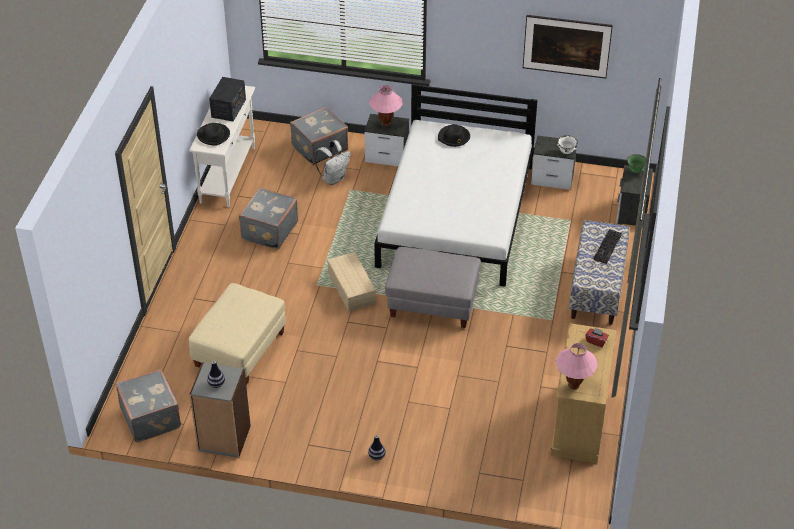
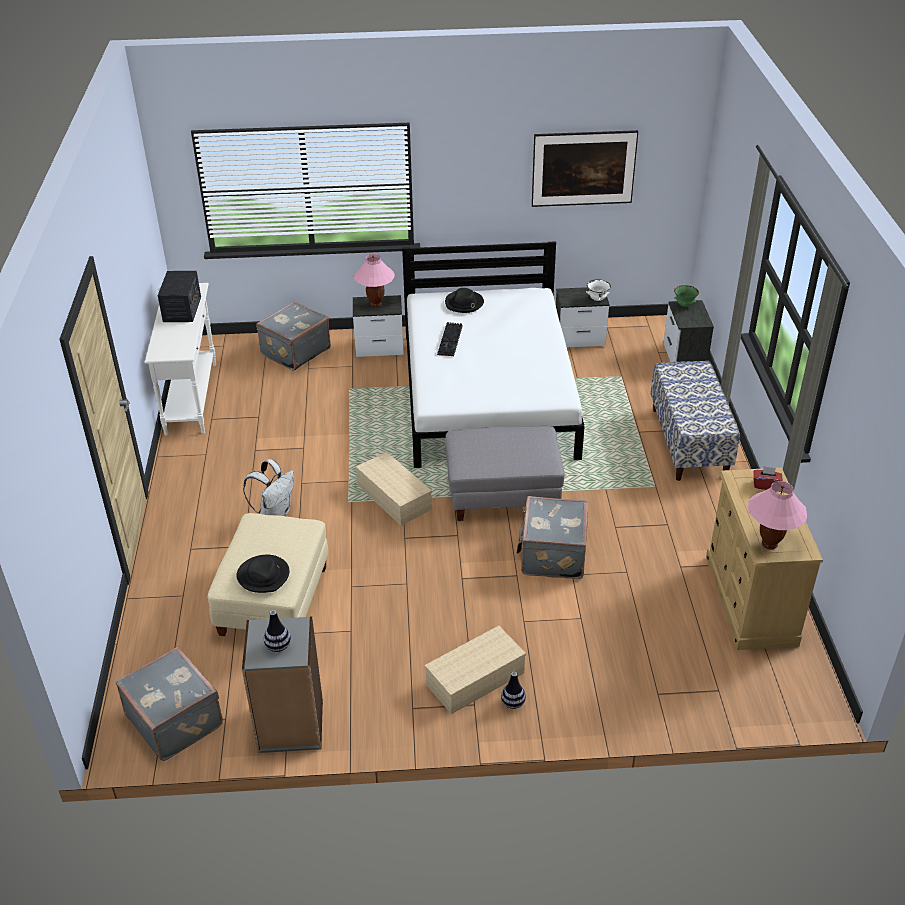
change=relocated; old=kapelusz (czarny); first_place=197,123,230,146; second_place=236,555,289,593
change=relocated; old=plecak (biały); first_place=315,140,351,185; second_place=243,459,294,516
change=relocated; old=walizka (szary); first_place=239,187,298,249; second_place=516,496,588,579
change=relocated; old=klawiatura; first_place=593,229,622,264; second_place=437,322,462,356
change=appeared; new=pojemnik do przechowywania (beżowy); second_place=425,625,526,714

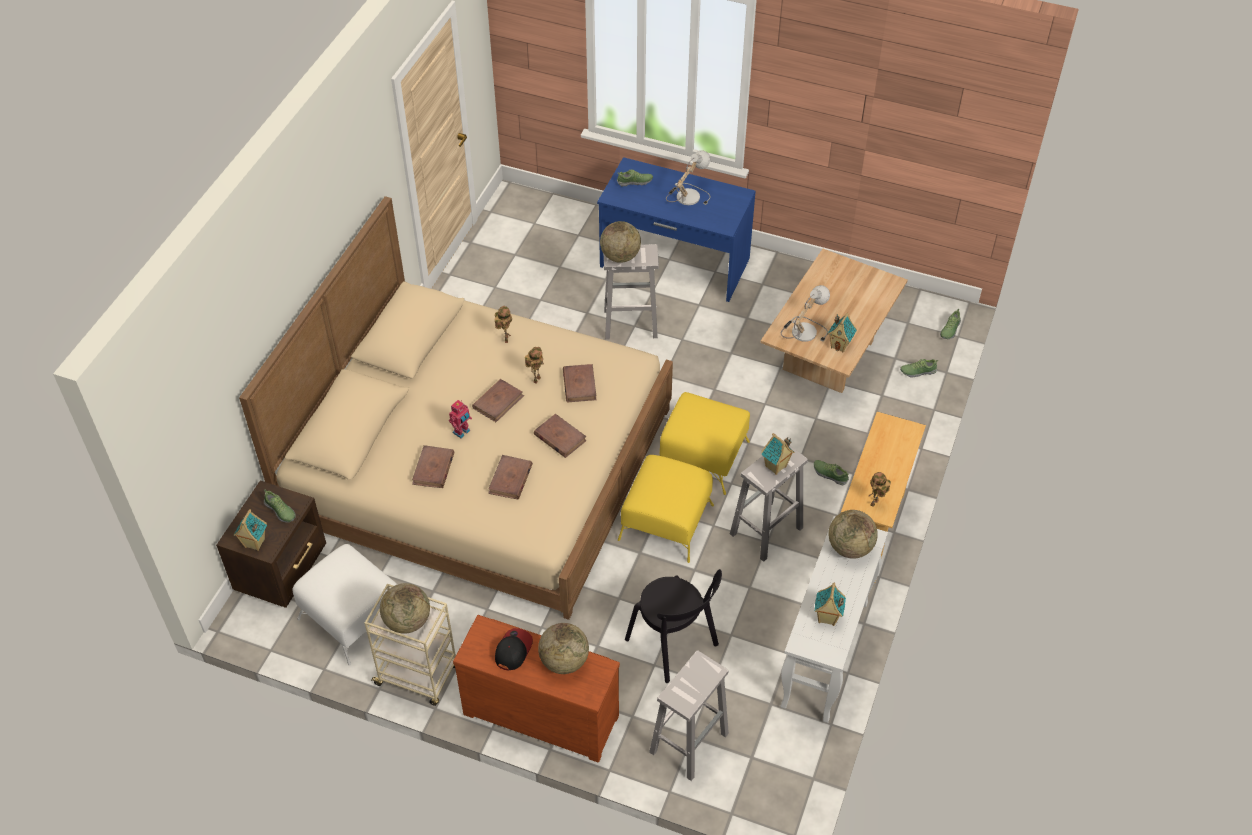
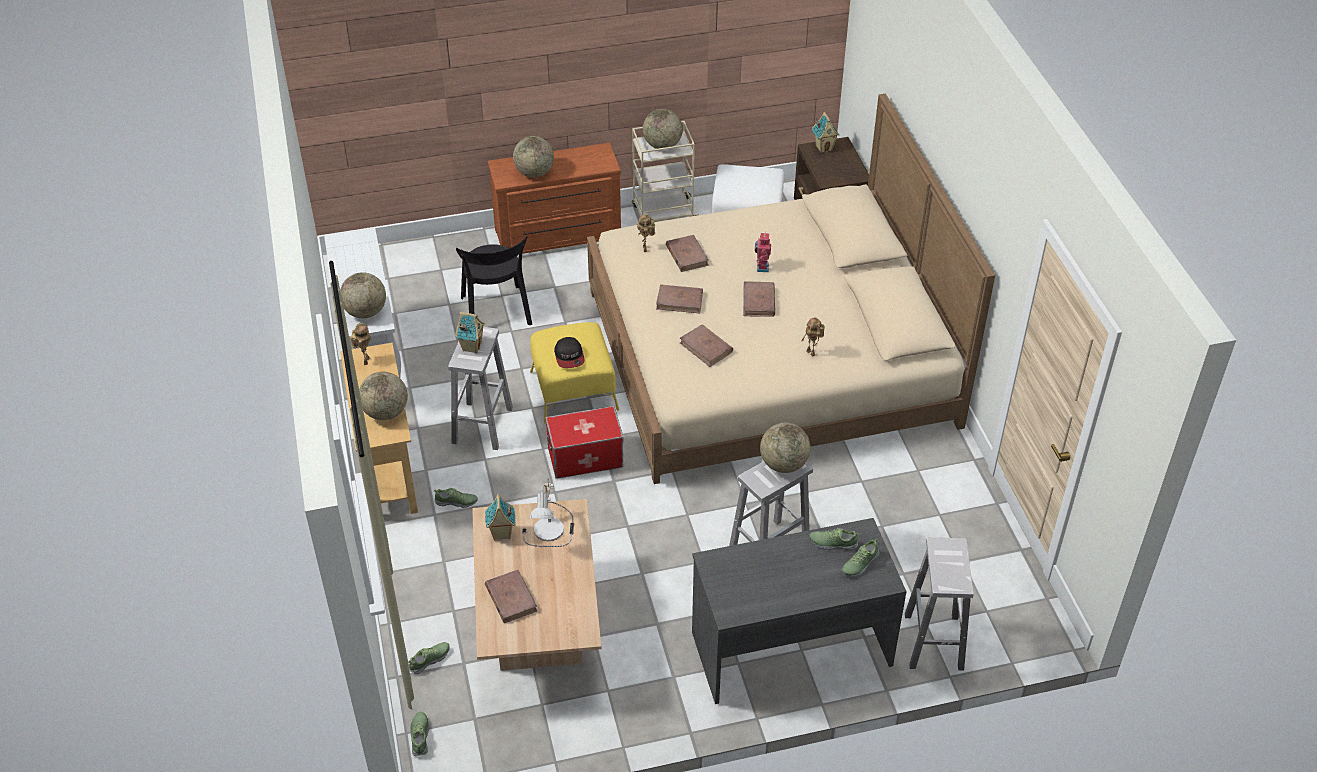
change=missing; old=lampa stołowa; first_place=666,151,710,205
change=colour; old=biurko (niebieski); new=biurko (szary); first_place=597,157,756,302; second_place=692,518,907,704
change=relocated; old=robot zabawkowy; first_place=525,347,544,384; second_place=637,214,655,252
change=exchanged; old=pufa (żółty); new=pojemnik do przechowywania; first_place=660,392,750,495; second_place=545,406,623,479
change=relocated; old=książka (brązowy); first_place=412,445,455,488; second_place=485,570,537,623
change=relocated; old=but; first_place=264,489,296,523; second_place=809,528,859,551
change=spun; old=krzesło (czarny); first_place=625,569,722,683; second_place=456,236,532,325; degrees=-120
change=missing; old=domek; first_place=814,583,846,626
change=relocated; old=czapka z daszkiem; first_place=495,628,533,670; second_place=554,337,585,368
change=relocated; old=stołek (biały); first_place=649,650,729,781; second_place=905,537,974,670
change=appeared; new=globus; second_place=359,372,408,420

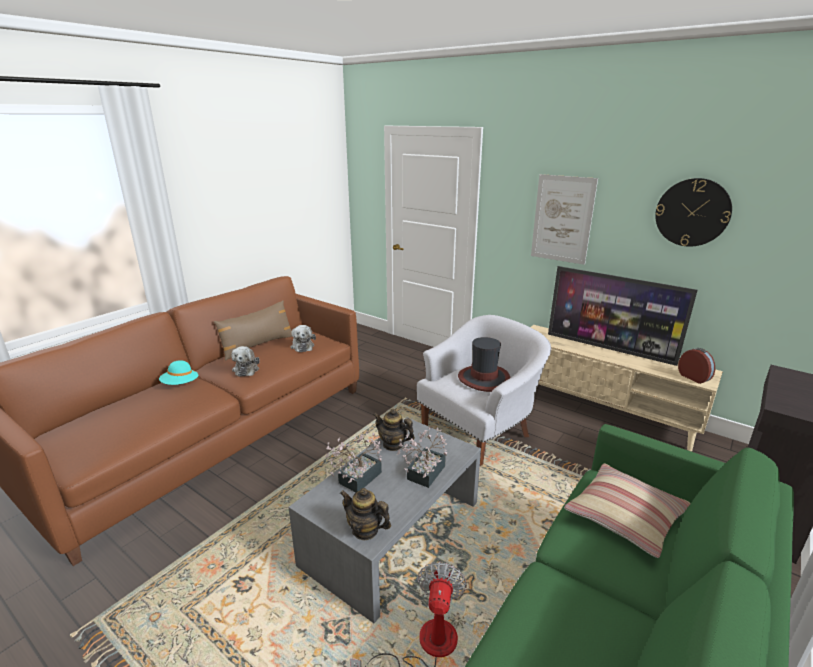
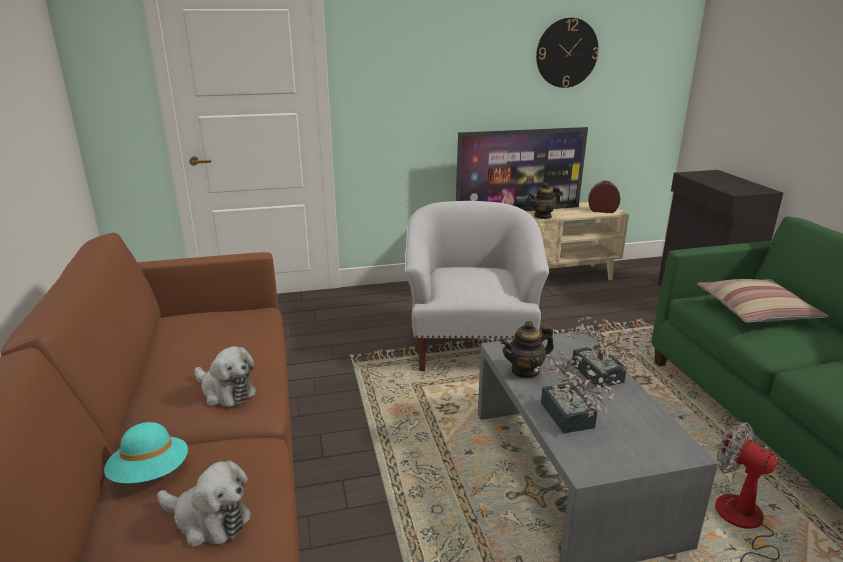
change=missing; old=obraz; first_place=531,174,598,265
change=missing; old=poduszka (brązowy); first_place=214,300,293,361
change=relocated; old=pluszak; first_place=290,325,316,352; second_place=157,460,252,547
change=missing; old=kapelusz; first_place=458,337,511,392
change=relocated; old=imbryk; first_place=340,488,391,540; second_place=528,182,561,219

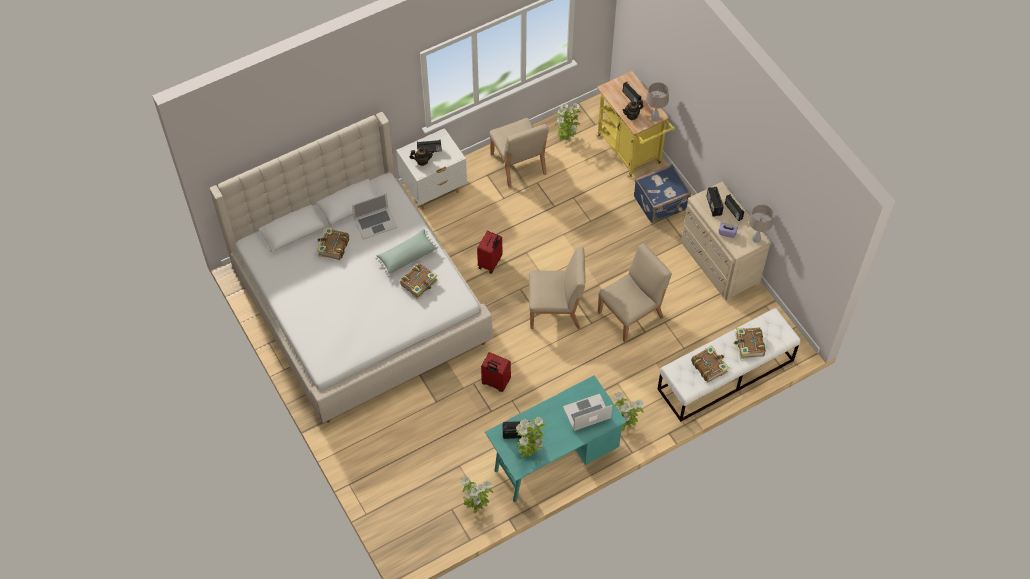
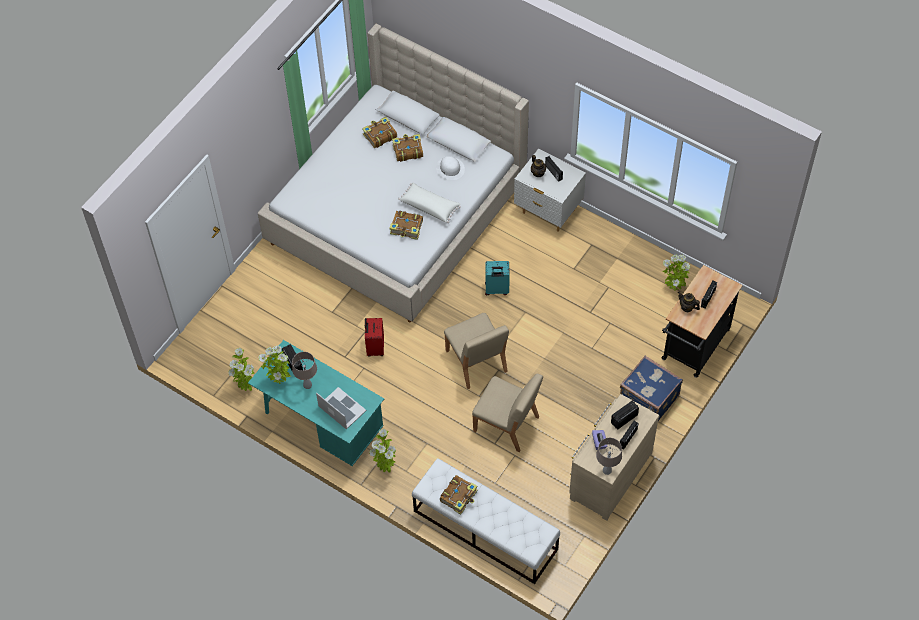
change=colour; old=wózek (żółty); new=wózek (czarny); first_place=596,71,675,178; second_place=661,265,743,378
change=relocated; old=lampa stołowa (beżowy); first_place=646,82,669,121; second_place=292,352,317,389
change=missing; old=krzesło (beżowy); first_place=489,118,549,188
change=exchanged; old=laptop; new=kapelusz (biały); first_place=352,193,398,240; second_place=436,156,465,180
change=colour; old=poduszka (zielony); new=poduszka (biały); first_place=375,229,438,275; second_place=398,182,461,223
change=colour; old=walizka (czerwony); new=walizka (turkusowy); first_place=477,231,502,274; second_place=485,261,510,295
change=relocated; old=książka; first_place=733,327,766,359; second_place=362,117,397,148

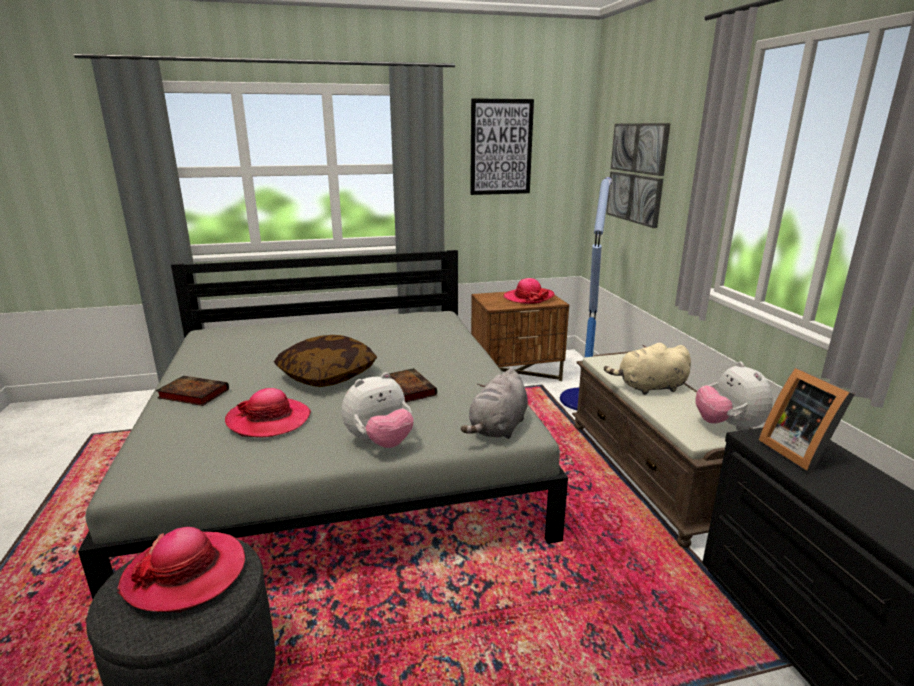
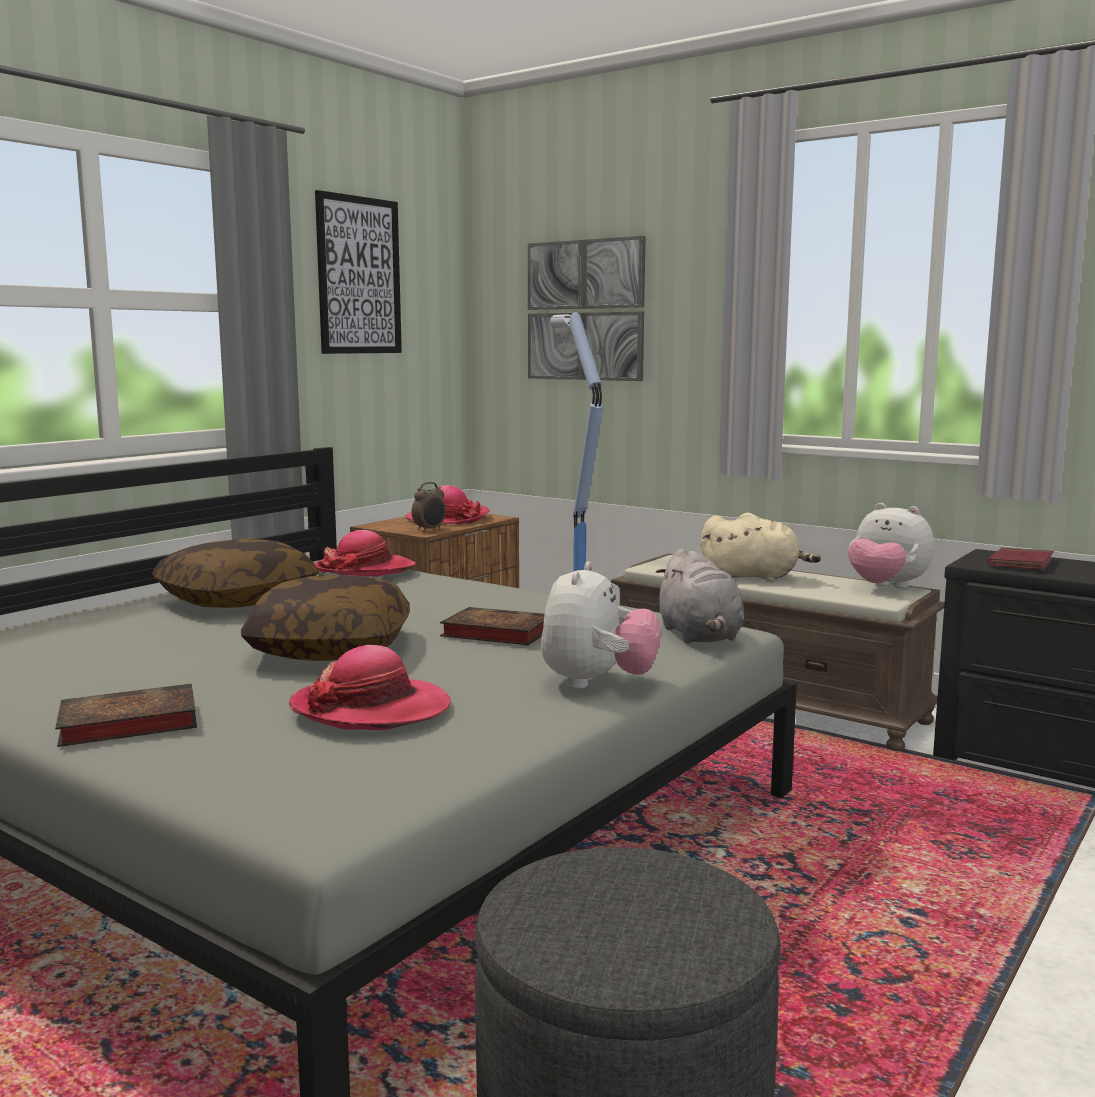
change=spun; old=pluszak (beżowy); first_place=604,343,691,395; second_place=701,513,821,582; degrees=-120
change=exchanged; old=ramka na zdjęcie; new=książka (czerwony); first_place=759,368,855,472; second_place=987,547,1054,570
change=relocated; old=kapelusz; first_place=117,527,245,612; second_place=314,530,416,577
change=appeared; new=budzik; second_place=412,482,446,532
change=appeared; new=poduszka; second_place=152,538,319,608

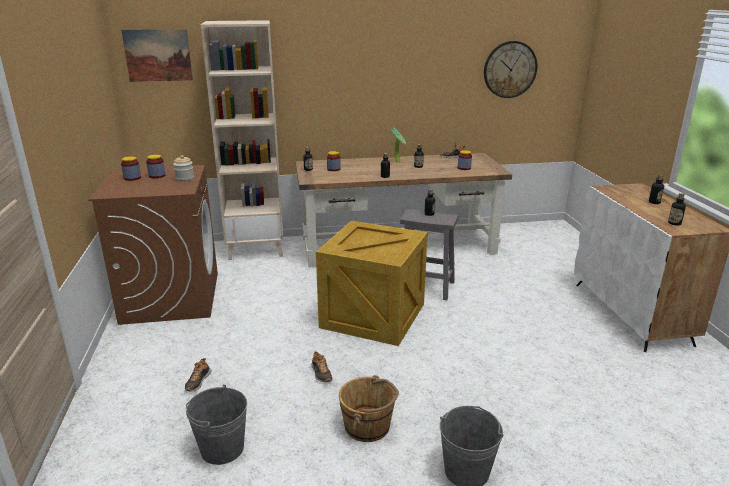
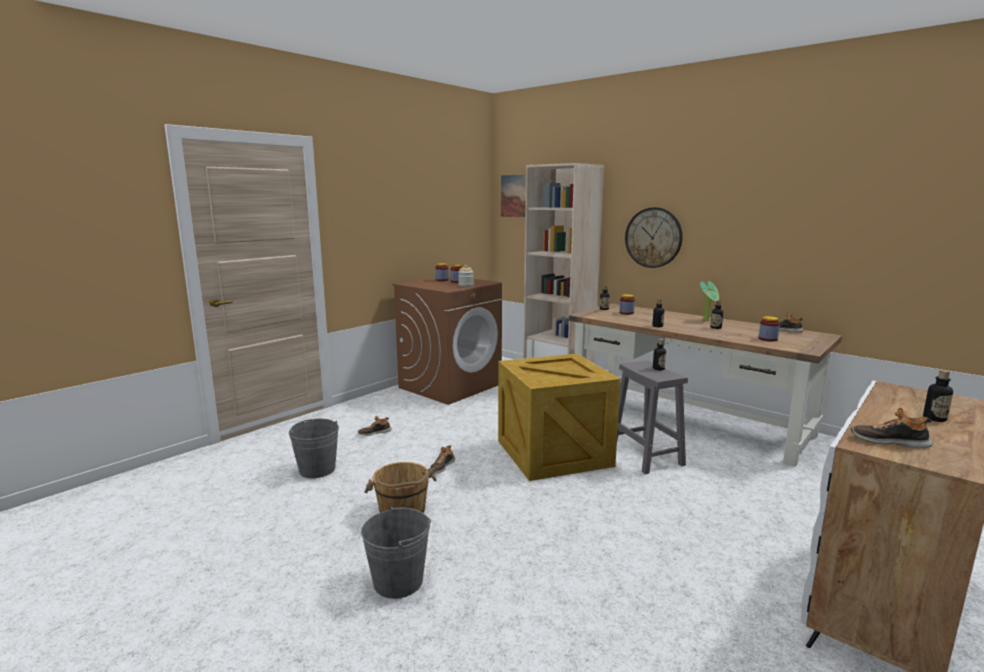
change=relocated; old=zegar ścienny; first_place=484,41,537,98; second_place=625,207,683,268
change=exchanged; old=butelka; new=but; first_place=668,193,686,226; second_place=851,408,933,448

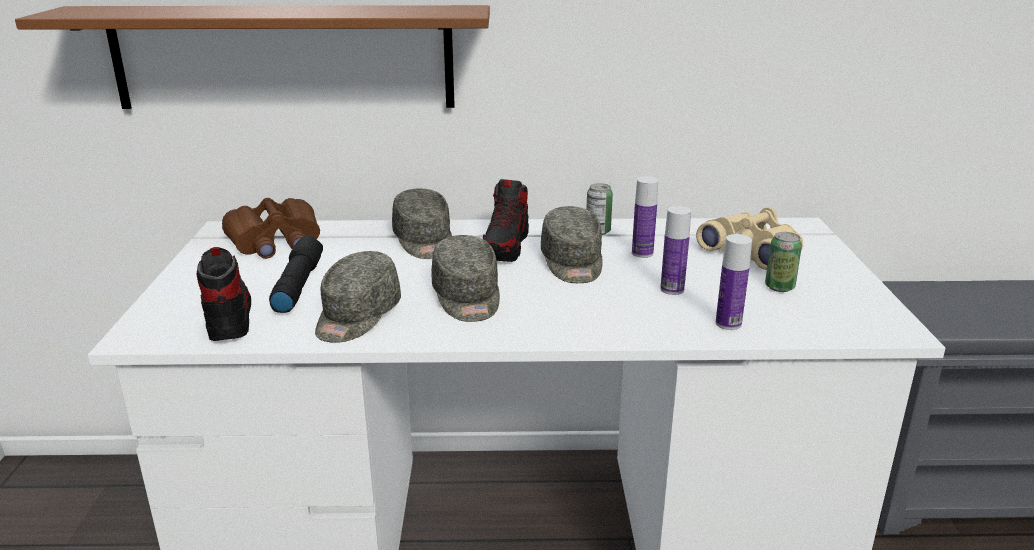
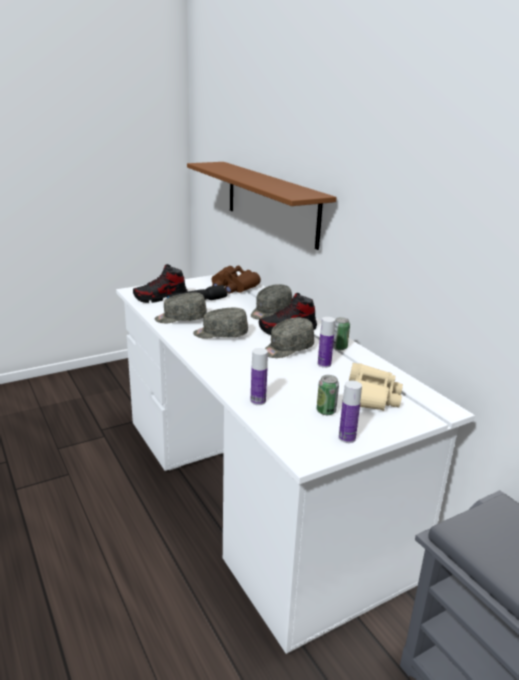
change=relocated; old=butelka; first_place=660,206,691,295; second_place=339,381,362,443
change=spun; old=czapka z daszkiem (szary); first_place=431,235,500,322; second_place=193,308,248,339; degrees=45
change=spun; old=but; first_place=197,247,251,341; second_place=133,264,188,303; degrees=-150

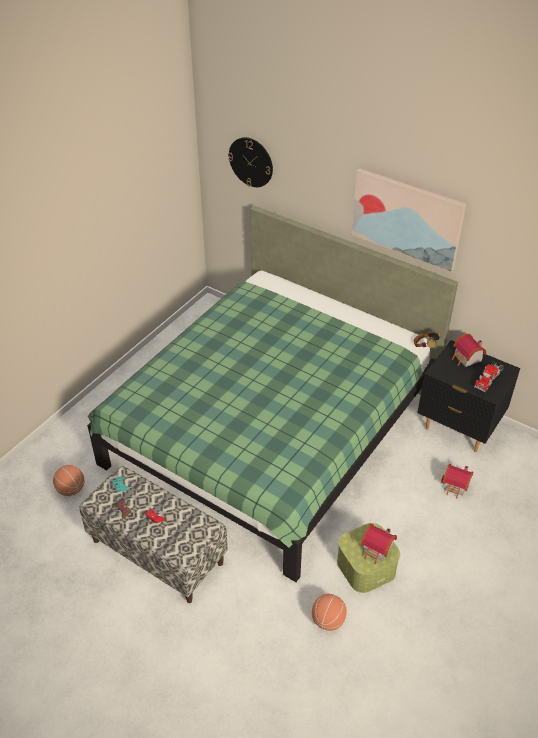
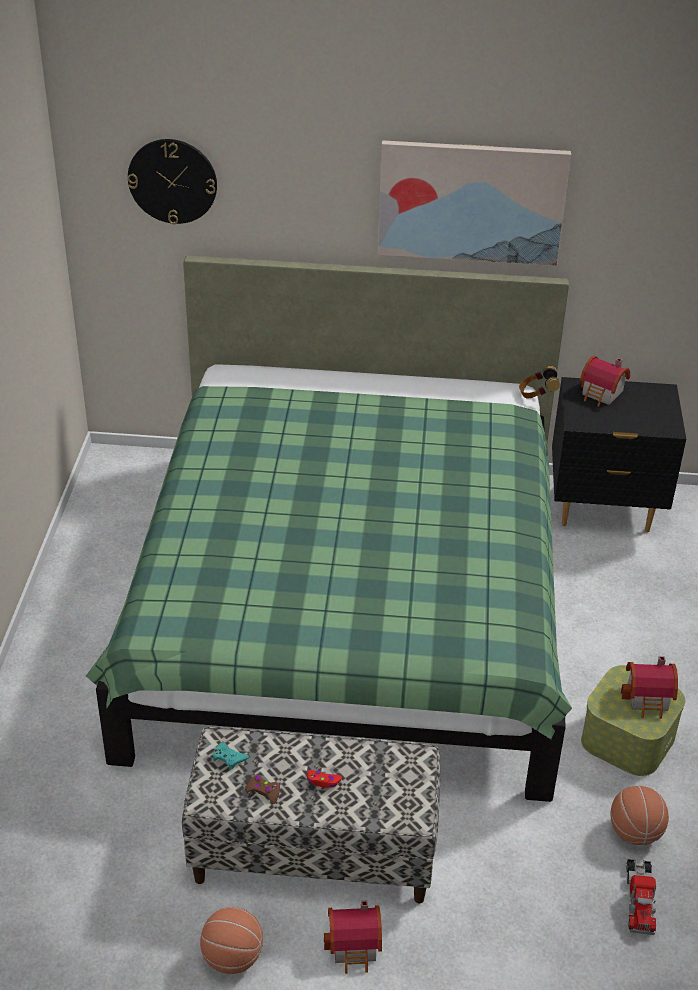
change=relocated; old=ciężarówka zabawkowa; first_place=474,362,504,392; second_place=627,859,656,935
change=relocated; old=domek; first_place=441,464,473,499; second_place=324,900,382,974
change=relocated; old=piłka do koszykówki; first_place=53,465,85,496; second_place=200,907,263,974

